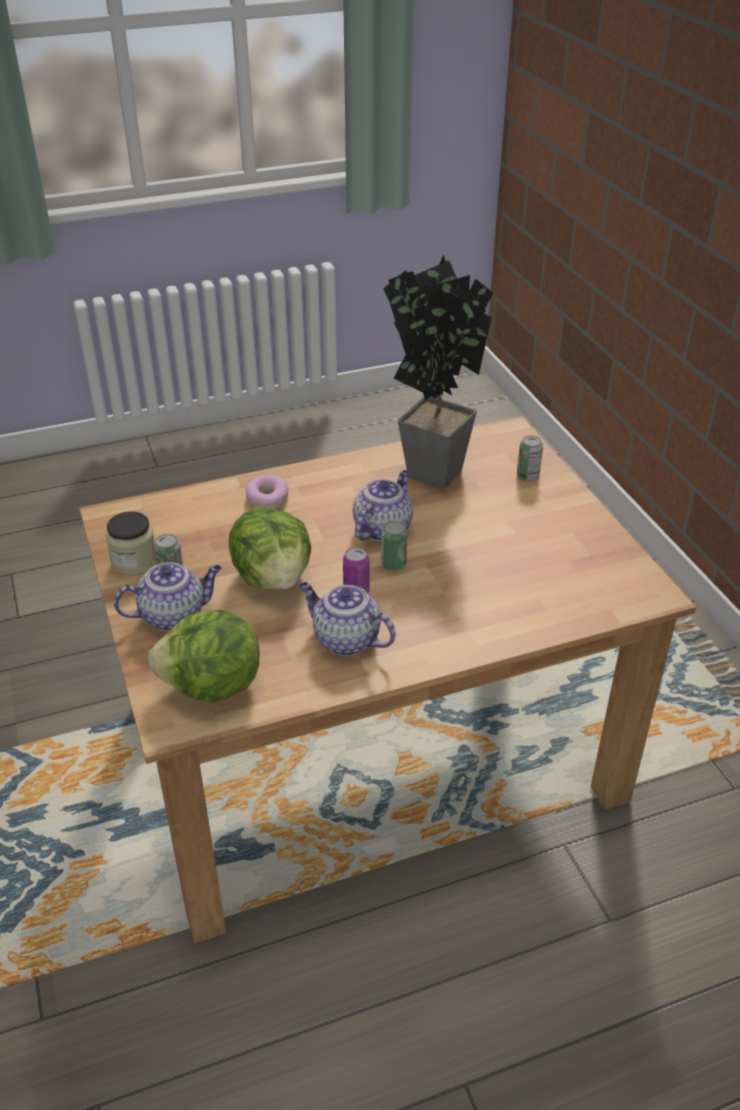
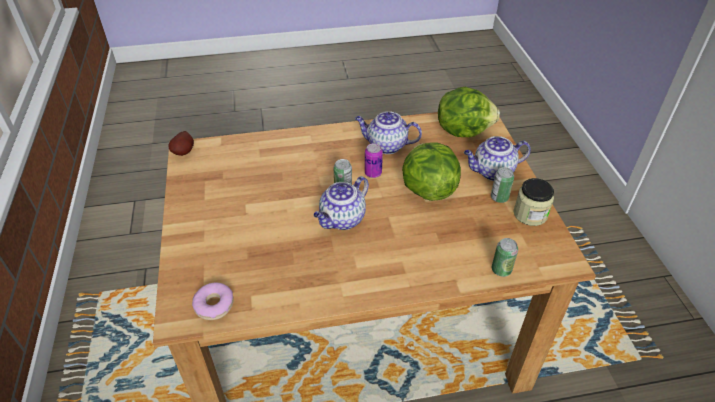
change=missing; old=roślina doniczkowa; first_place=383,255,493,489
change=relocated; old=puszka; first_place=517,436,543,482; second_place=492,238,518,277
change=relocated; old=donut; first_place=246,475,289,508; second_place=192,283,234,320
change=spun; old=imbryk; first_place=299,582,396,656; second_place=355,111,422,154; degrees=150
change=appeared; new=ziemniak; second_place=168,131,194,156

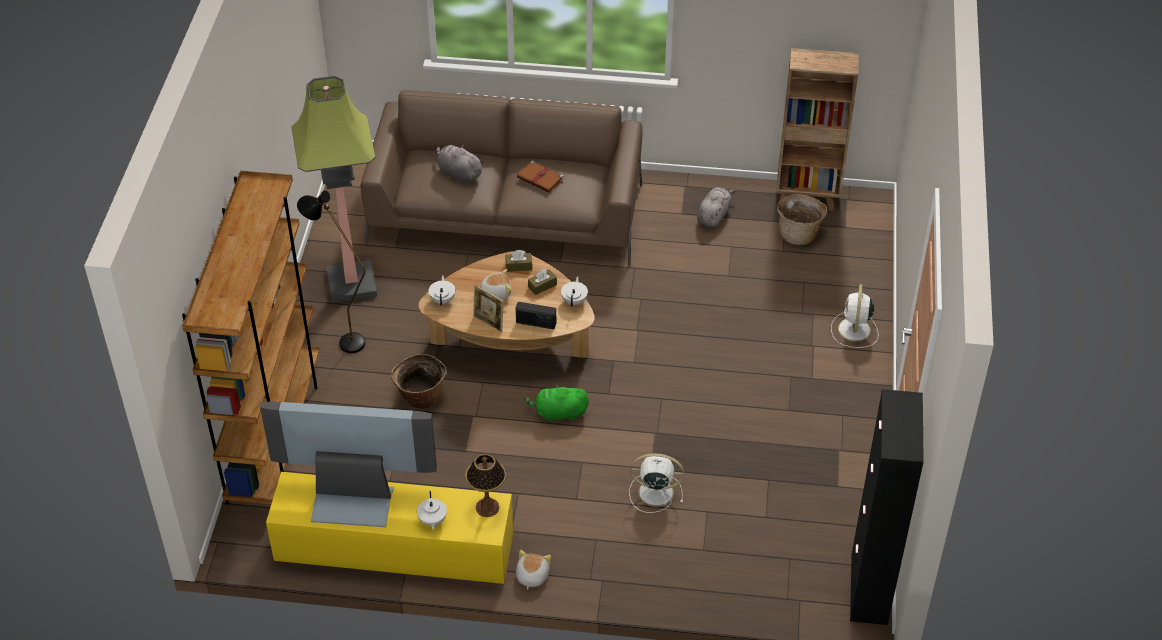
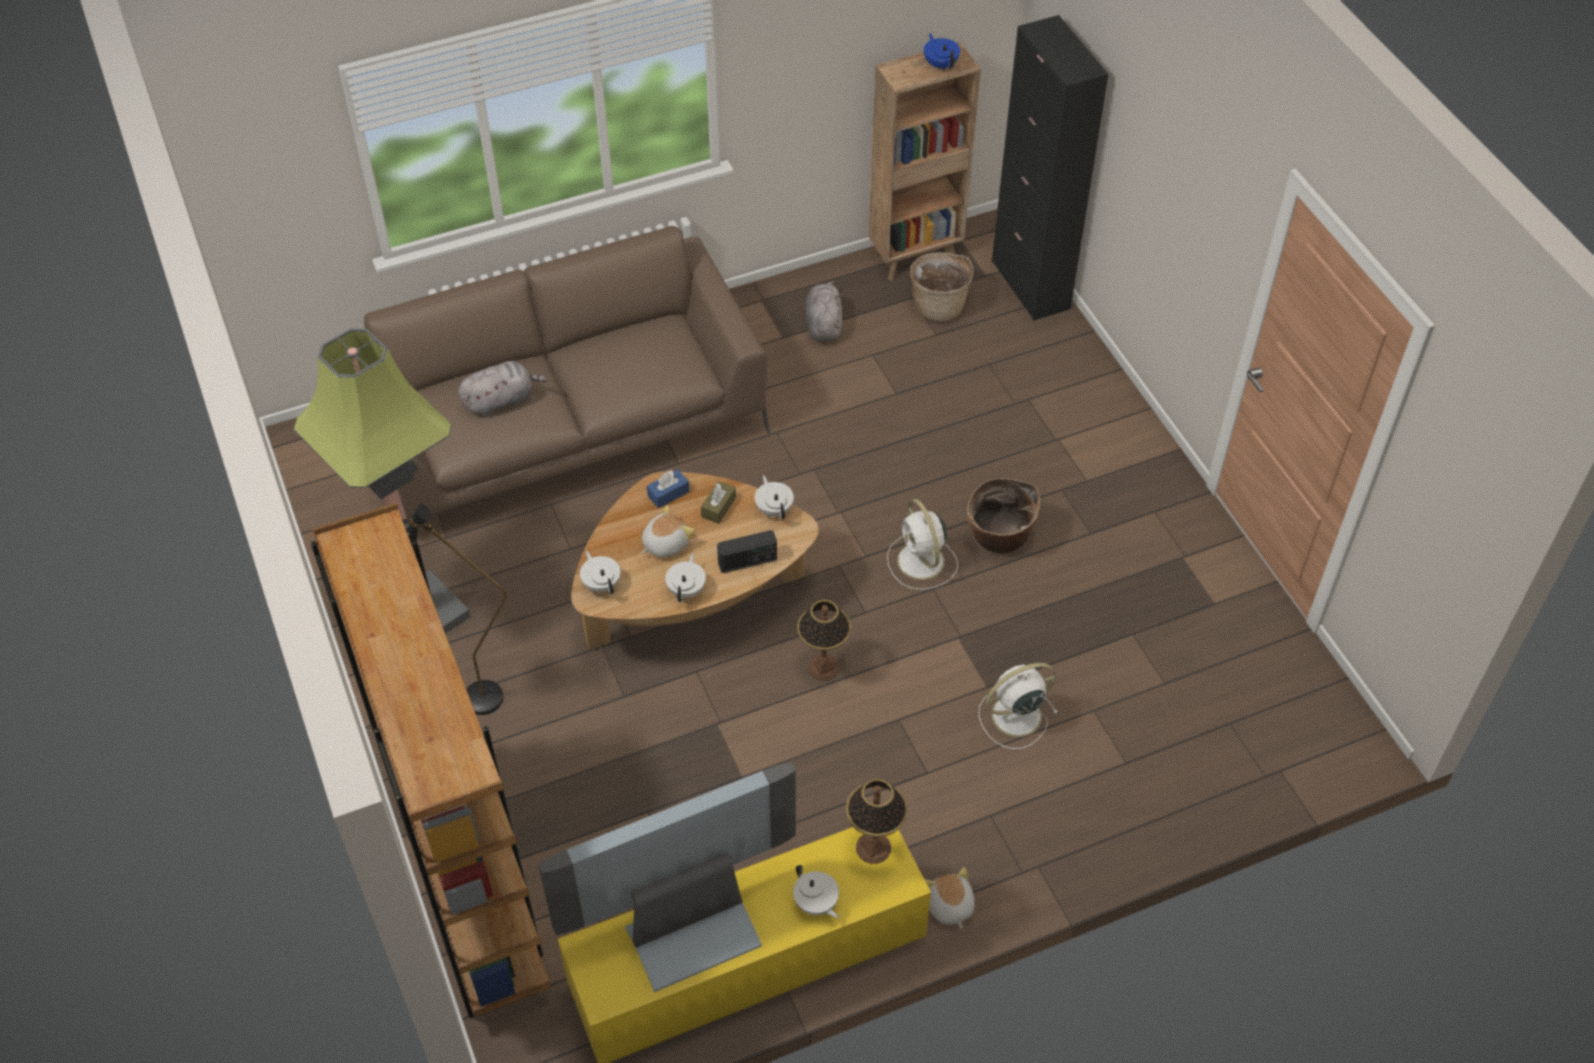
change=spun; old=pluszak (szary); first_place=436,144,484,184; second_place=458,361,548,416; degrees=150
change=missing; old=książka (brązowy); first_place=517,160,564,192
change=colour; old=pudełko chusteczek (brązowy); new=pudełko chusteczek (niebieski); first_place=505,250,532,272; second_place=647,469,689,508
change=relocated; old=wentylator (biały); first_place=831,284,878,348; second_place=887,499,958,590
change=exchanged; old=ramka na zdjęcie; new=imbryk (biały); first_place=473,285,504,332; second_place=665,553,706,602
change=relocated; old=koszyk; first_place=391,354,447,409; second_place=967,478,1040,553
change=exchanged; old=pluszak (zielony); new=lampa stołowa; first_place=524,383,589,422; second_place=798,600,851,681
change=relocated; old=szafka (czarny); first_place=850,389,924,625; second_place=992,15,1108,321
change=appeared; new=imbryk (niebieski); second_place=924,33,960,70

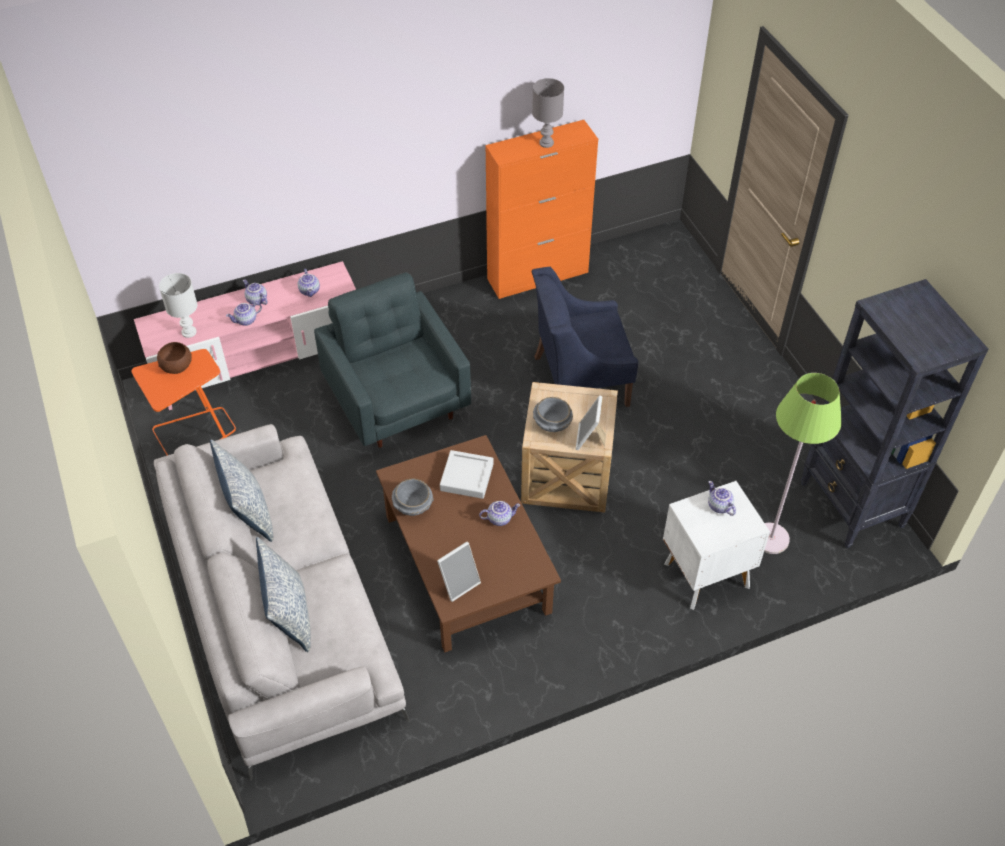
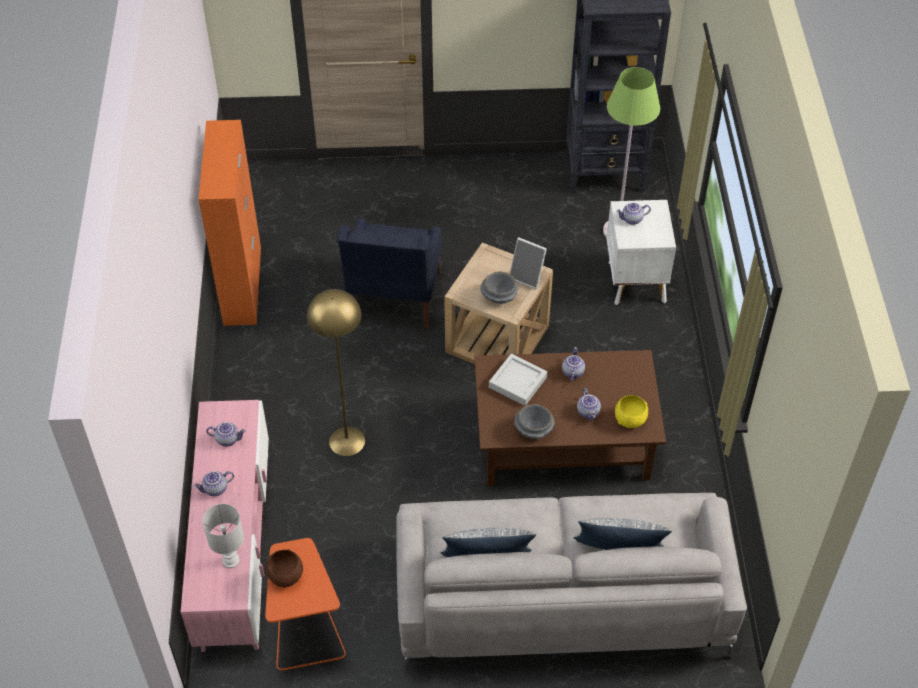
change=missing; old=lampa stołowa (szary); first_place=532,78,564,148
change=exchanged; old=fotel (szary); new=lampa stojąca (żółty); first_place=314,272,471,448; second_place=307,289,365,456
change=relocated; old=imbryk; first_place=226,302,262,326; second_place=577,388,601,420
change=exchanged; old=ramka na zdjęcie; new=miska (żółty); first_place=437,542,481,602; second_place=615,395,648,428

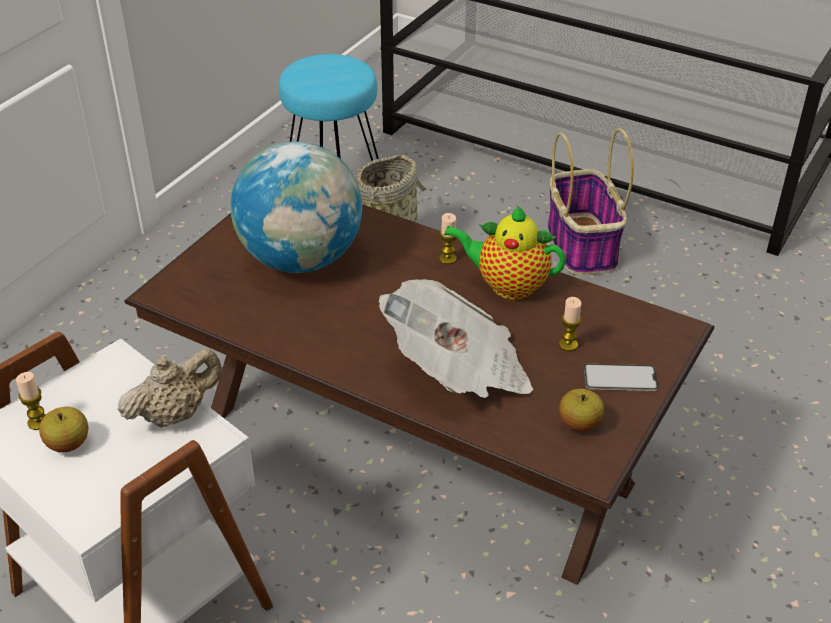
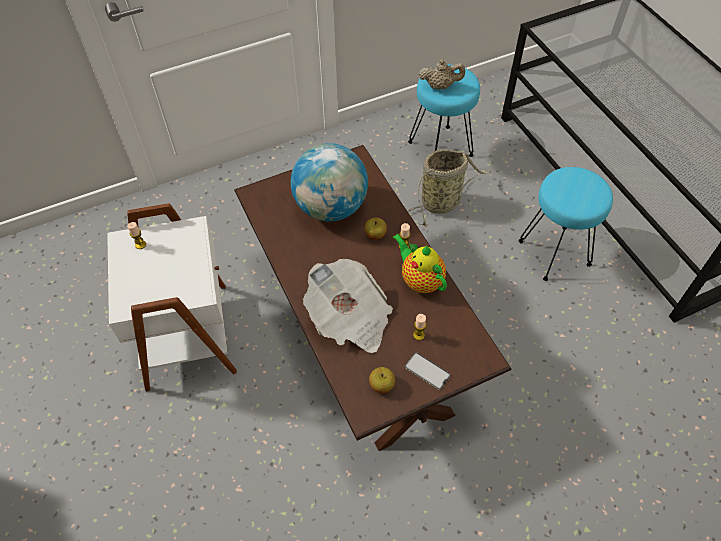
change=exchanged; old=koszyk; new=stołek (turkusowy); first_place=548,128,634,275; second_place=519,167,613,281
change=relocated; old=imbryk (beżowy); first_place=118,349,222,428; second_place=419,59,465,89
change=relocated; old=jabłko; first_place=39,407,88,452; second_place=364,217,387,240

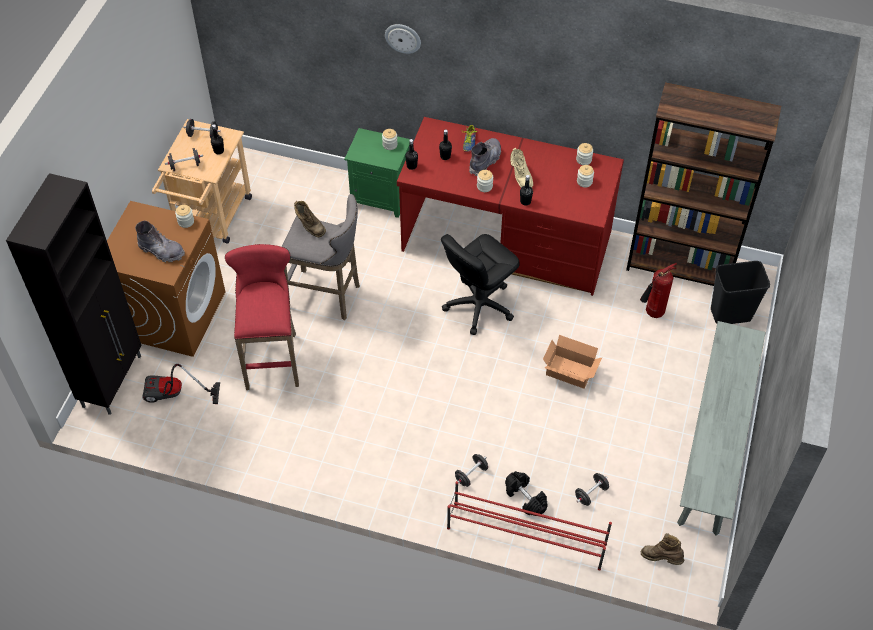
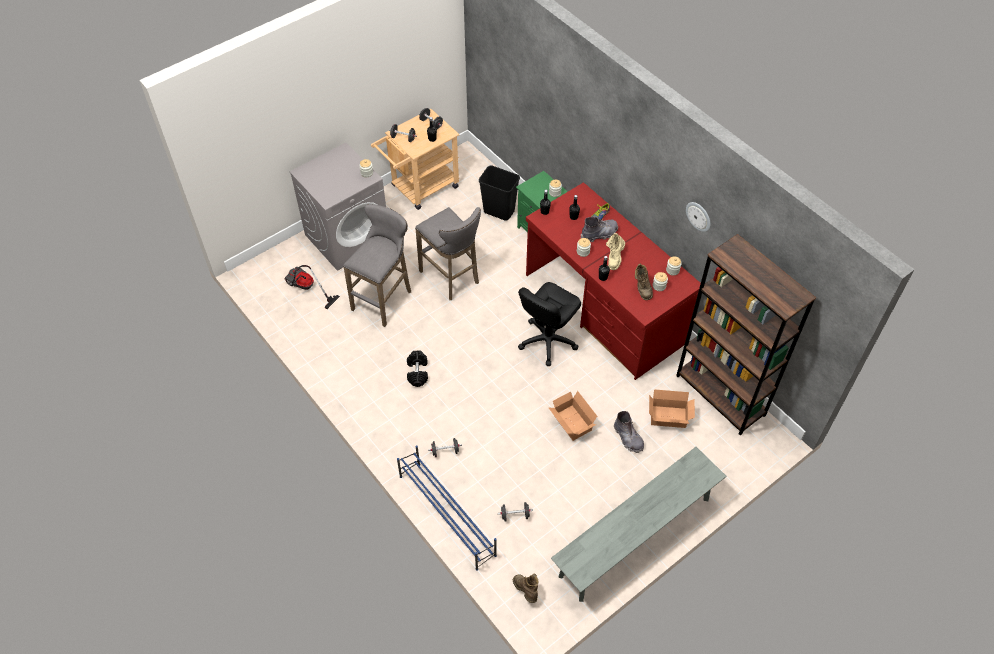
change=relocated; old=zegar ścienny; first_place=385,24,421,54; second_place=686,202,711,232
change=missing; old=szafka (czarny); first_place=6,173,142,415
change=colour; old=pralka (brązowy); new=pralka (szary); first_place=107,201,225,357; second_place=289,142,386,271
change=relocated; old=but z cholewką (brązowy); first_place=294,201,326,238; second_place=635,263,653,300
change=relocated; old=but z cholewką (szary); first_place=135,221,185,262; second_place=614,411,644,453
change=spun; old=krzesło biurowe (czarny); first_place=441,234,520,335; second_place=518,282,581,366; degrees=-45
change=colour; old=stołek (czerwony); new=stołek (szary); first_place=225,244,299,390; second_place=343,204,411,327
change=relocated; old=kosz na śmieci (czarny); first_place=711,261,770,324; second_place=479,165,520,221
change=exchanged; old=gaśnica; new=karton; first_place=640,263,677,318; second_place=649,389,695,428
change=relocated; old=hantel (czarny); first_place=505,471,548,516; second_place=407,350,428,387
change=colour; old=regał na buty (czerwony); new=regał na buty (niebieski); first_place=447,481,612,570; second_place=397,445,497,571

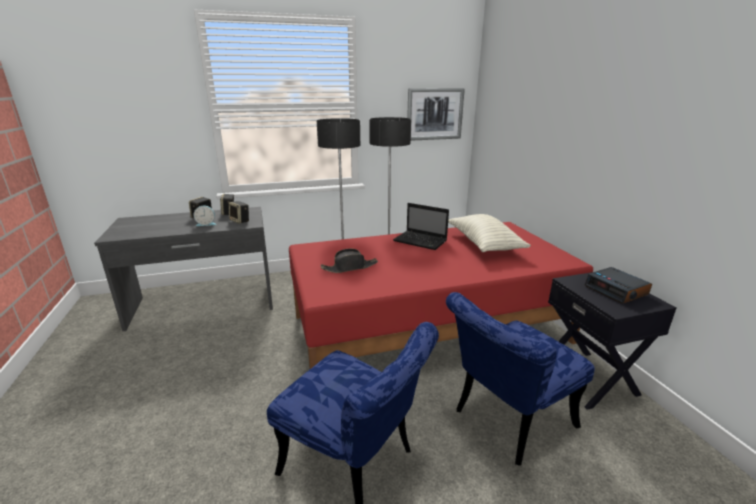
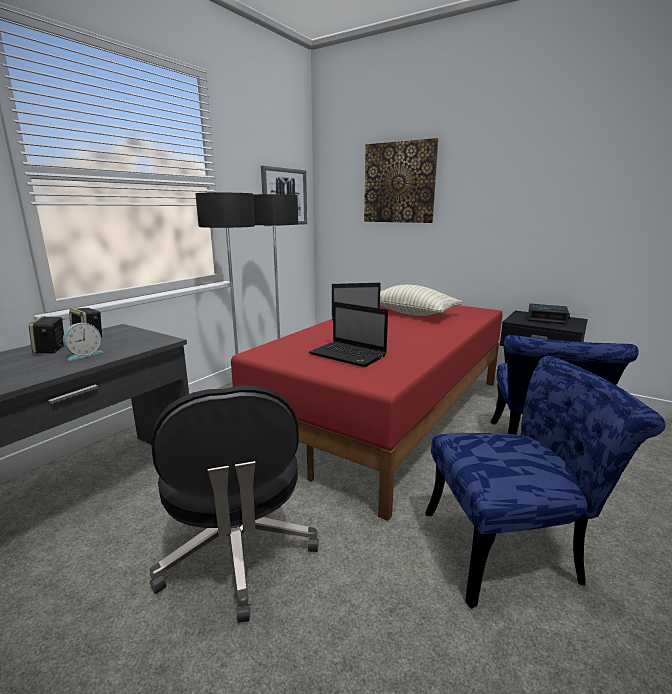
change=missing; old=głośnik; first_place=229,201,249,224
change=exchanged; old=kapelusz (czarny); new=laptop; first_place=321,249,378,273; second_place=309,302,388,367
change=appeared; new=obraz; second_place=364,138,438,223
change=appeared; new=krzesło biurowe (czarny); second_place=150,385,319,623

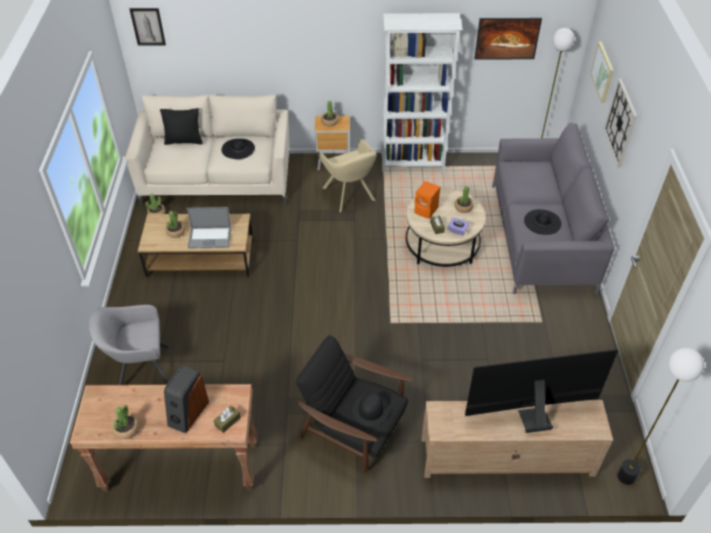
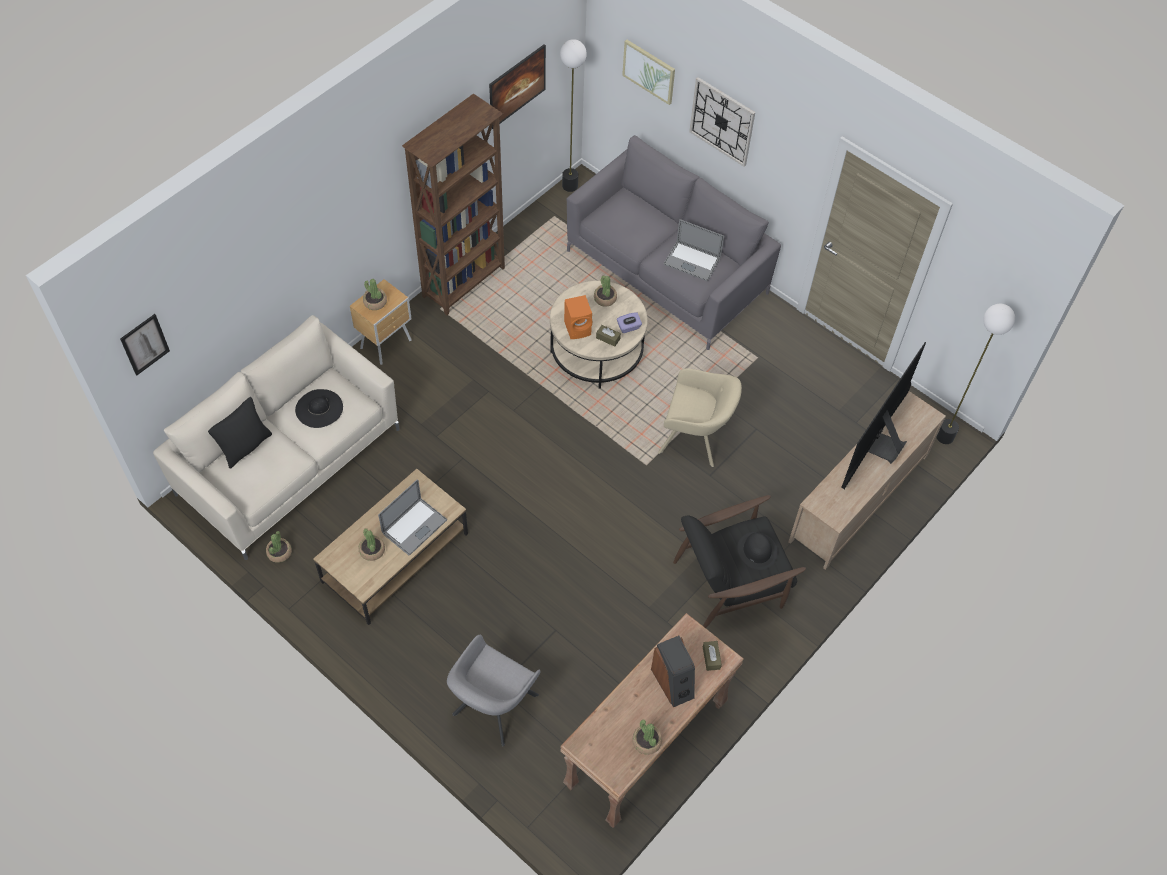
change=colour; old=regał (biały); new=regał (brązowy); first_place=381,13,463,172; second_place=402,93,505,315
change=relocated; old=fotel (beżowy); first_place=319,139,377,213; second_place=658,368,742,467
change=exchanged; old=kapelusz (czarny); new=laptop; first_place=524,209,561,235; second_place=664,219,724,281

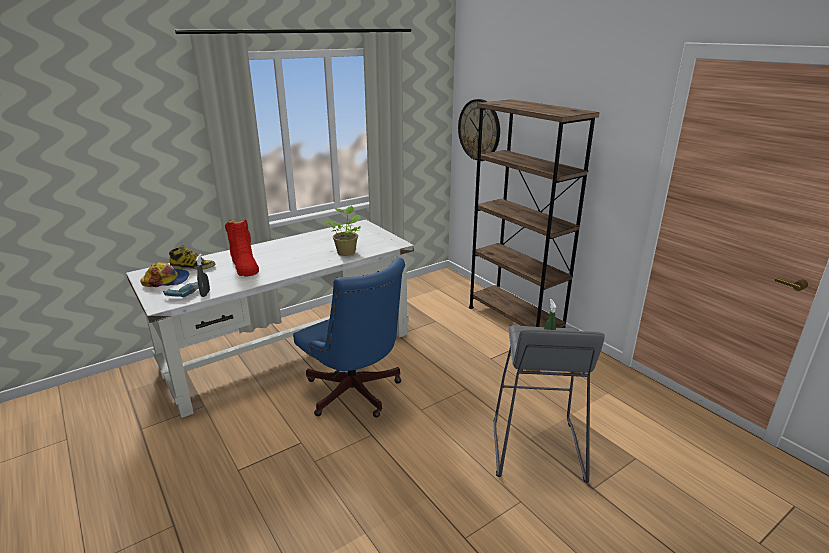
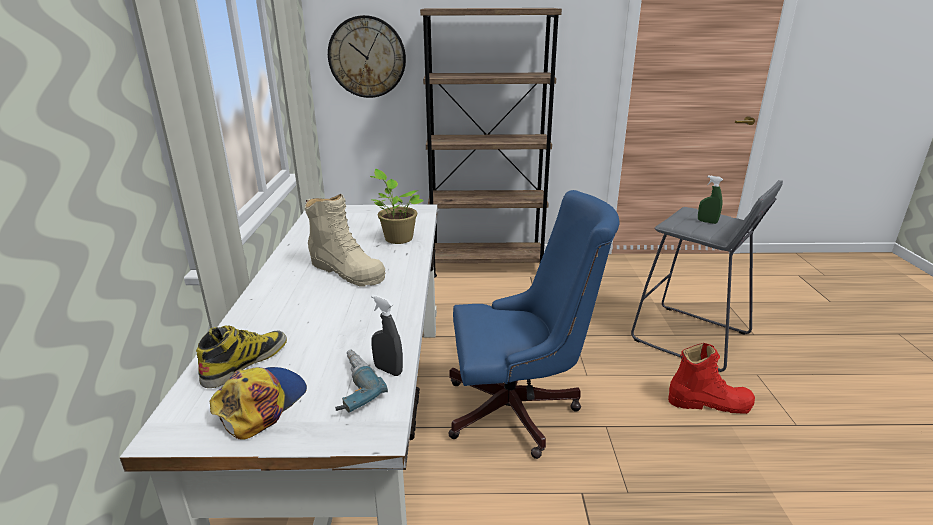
change=relocated; old=but z cholewką (czerwony); first_place=225,220,259,276; second_place=668,343,755,414
change=appeared; new=but z cholewką (beżowy); second_place=305,194,386,287

